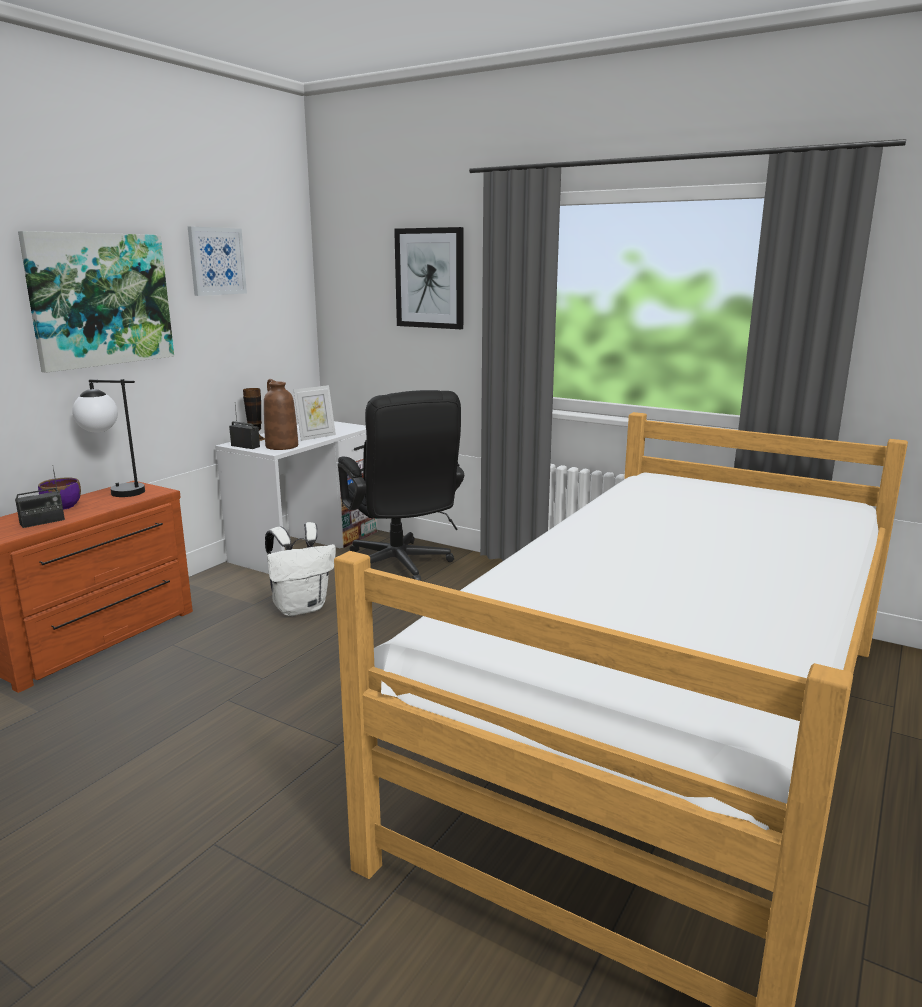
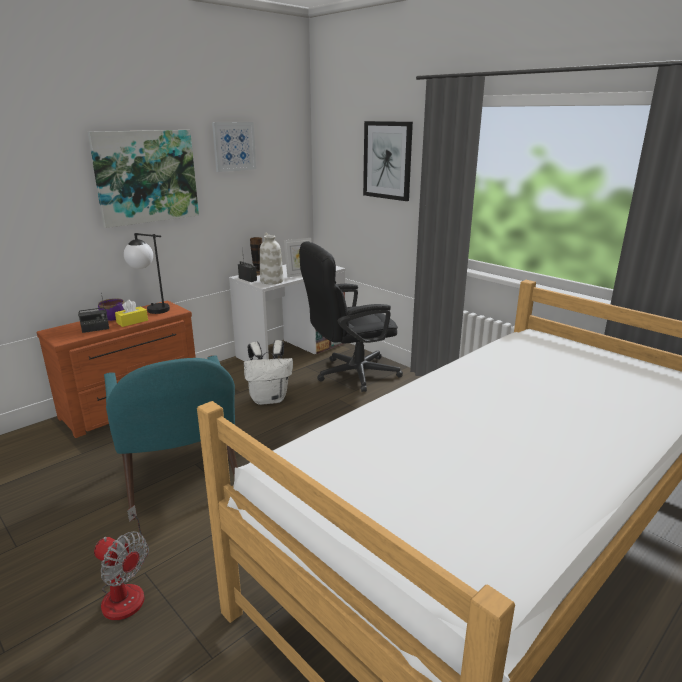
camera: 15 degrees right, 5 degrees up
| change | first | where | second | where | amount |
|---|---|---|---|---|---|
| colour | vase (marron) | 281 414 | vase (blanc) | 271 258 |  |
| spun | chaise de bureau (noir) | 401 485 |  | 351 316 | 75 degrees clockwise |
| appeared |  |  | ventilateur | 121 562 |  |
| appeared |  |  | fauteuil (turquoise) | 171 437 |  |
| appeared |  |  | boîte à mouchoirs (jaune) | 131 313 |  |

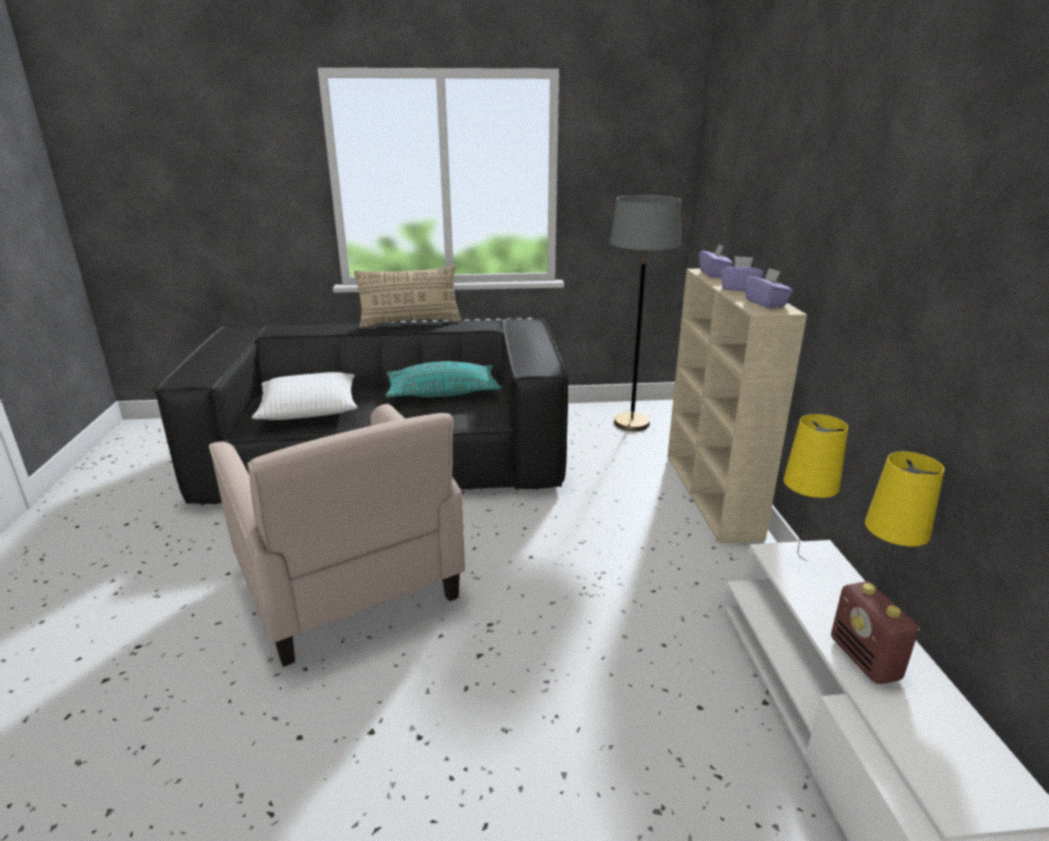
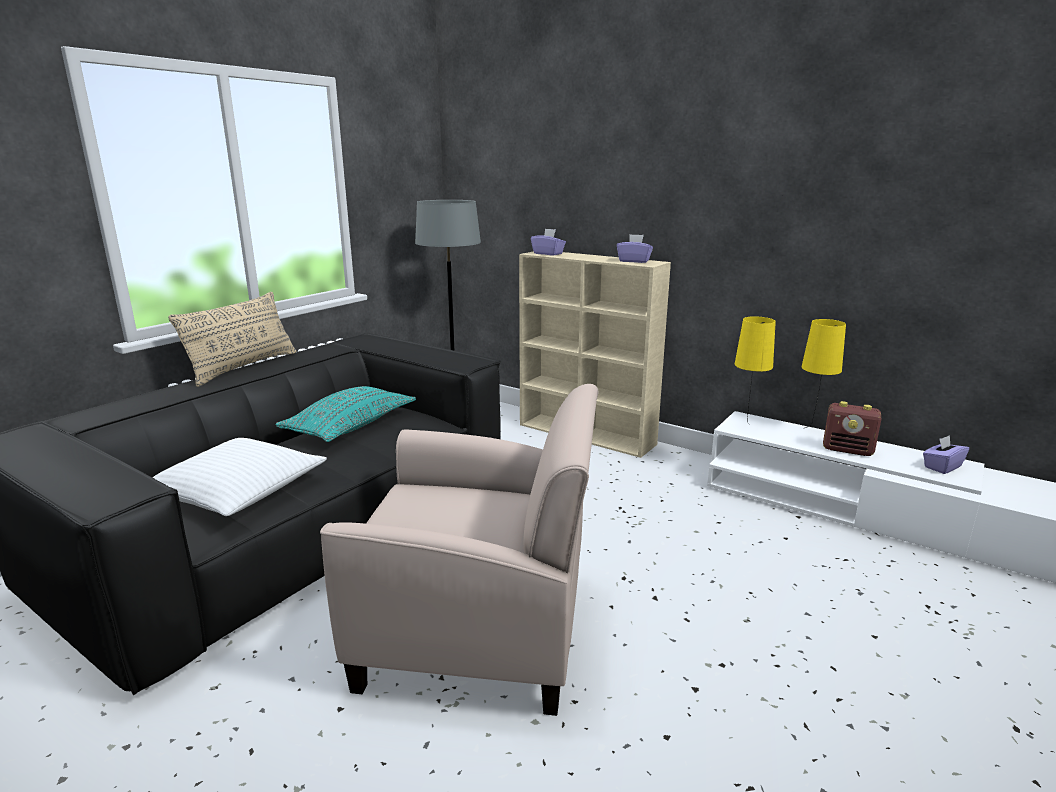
camera: 50 degrees left, 5 degrees down
| change | first | where | second | where | amount |
|---|---|---|---|---|---|
| relocated | boîte à mouchoirs (violet) | 742 273 |  | 946 454 |  |

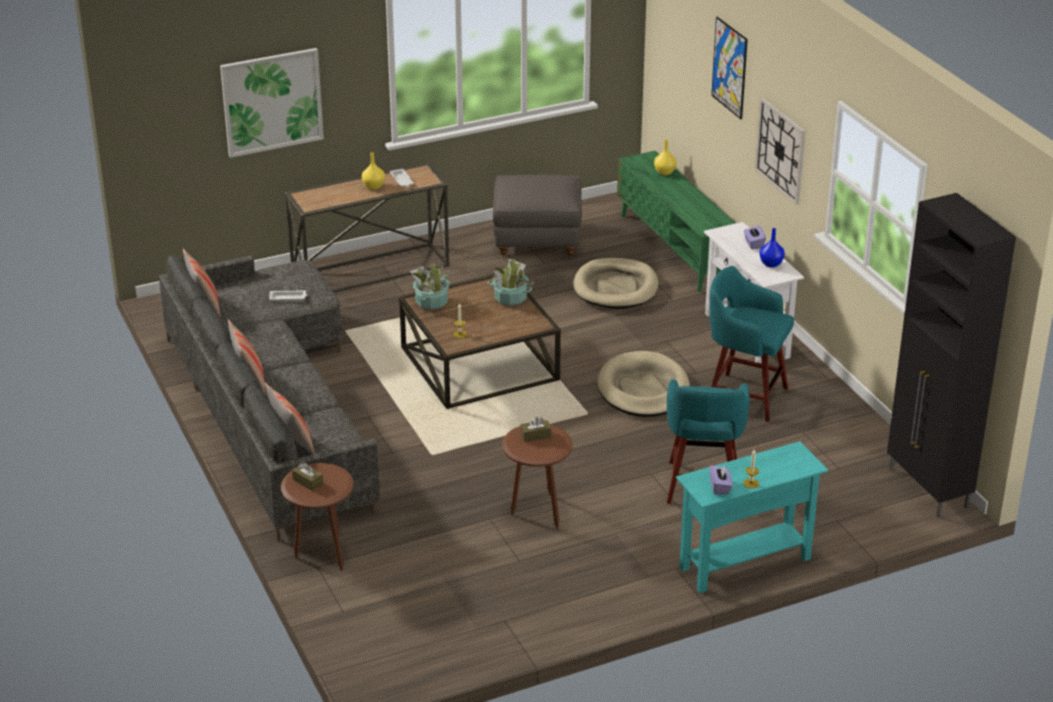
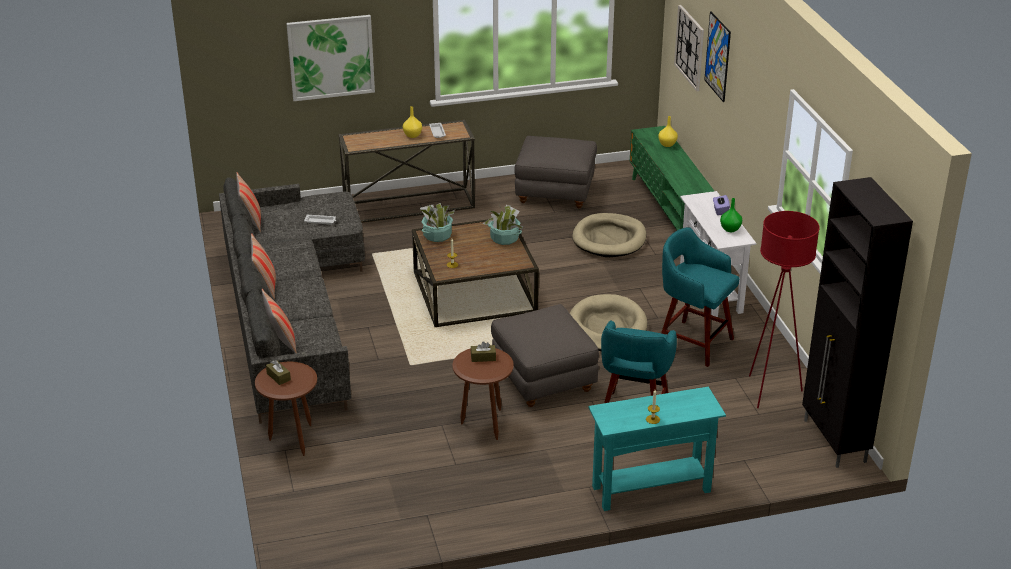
camera: 10 degrees right, 0 degrees up
| change | first | where | second | where | amount |
|---|---|---|---|---|---|
| missing | boîte à mouchoirs (violet) | 721 480 |  |  |  |
| relocated | horloge murale | 780 151 |  | 689 48 |  |
| colour | vase (bleu) | 772 247 | vase (vert) | 731 215 |  |
| appeared |  |  | pouf (gris) | 545 355 |  |
| appeared |  |  | lampadaire (rouge) | 784 309 |  |

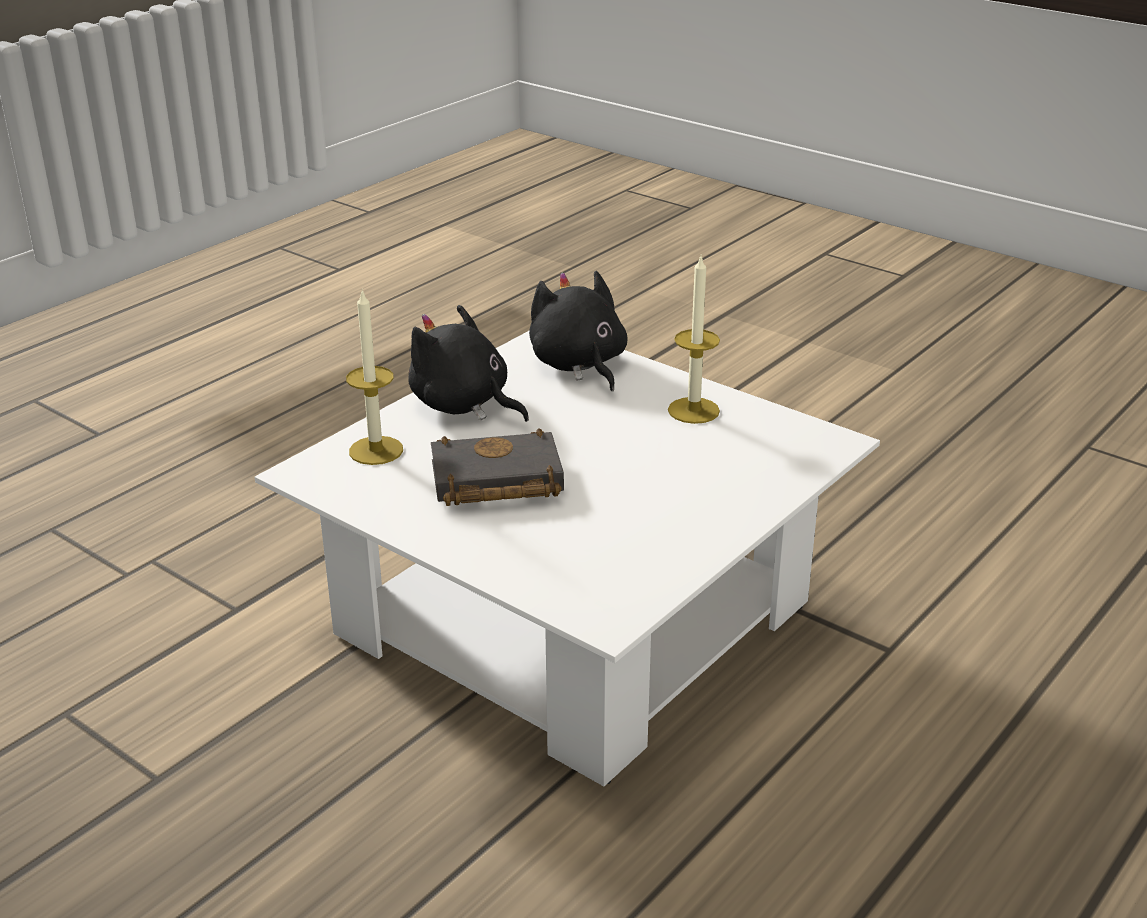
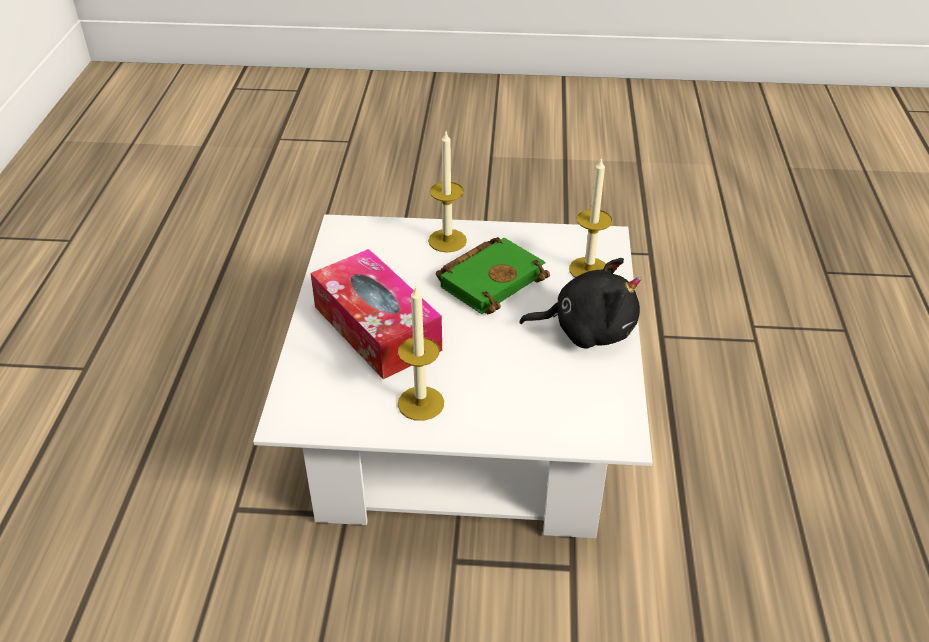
camera: 145 degrees right, 10 degrees up
| change | first | where | second | where | amount |
|---|---|---|---|---|---|
| colour | livre (noir) | 497 467 | livre (vert) | 493 275 |  |
| missing | peluche (noir) | 578 331 |  |  |  |
| appeared |  |  | boîte à mouchoirs | 376 314 |  |
| appeared |  |  | bougie | 447 192 |  |

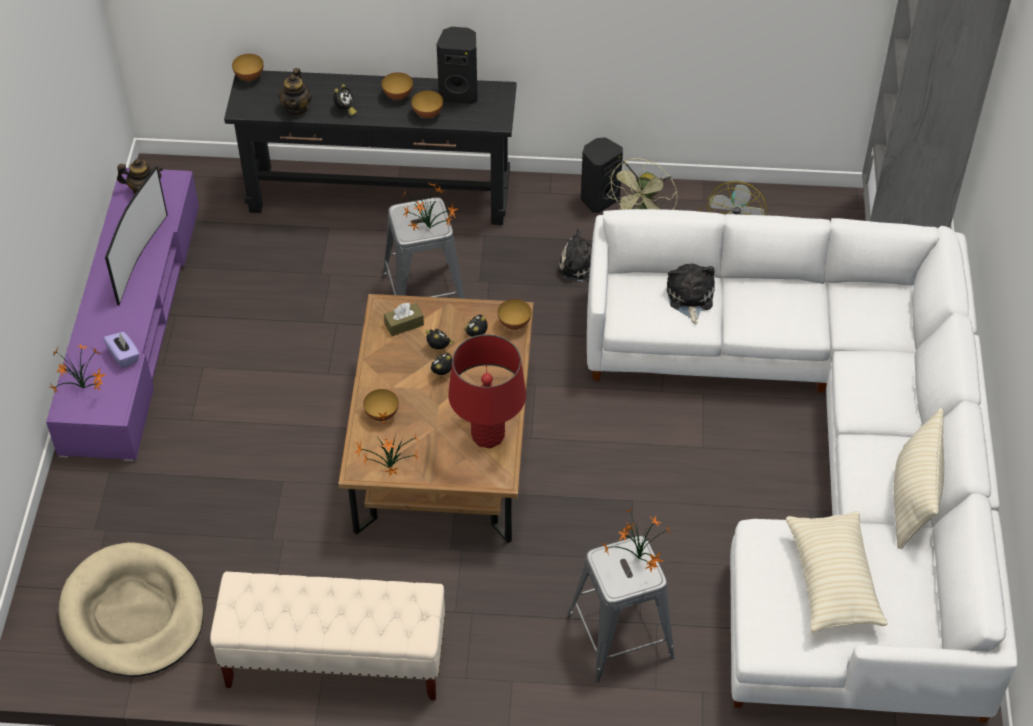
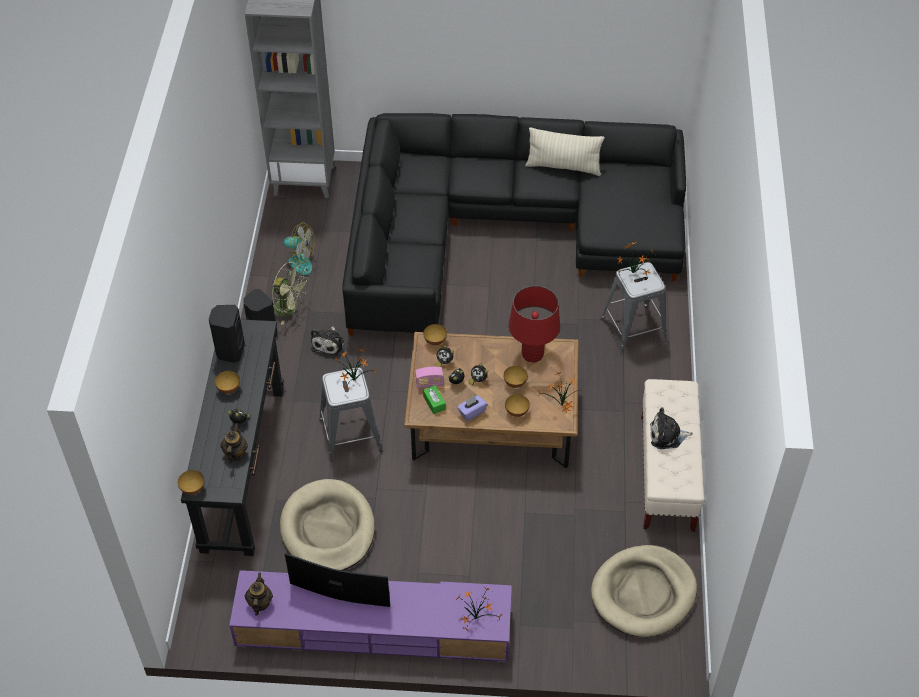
camera: 90 degrees left, 0 degrees up
| change | first | where | second | where | amount |
|---|---|---|---|---|---|
| relocated | boîte à mouchoirs (violet) | 121 350 |  | 472 408 |  |
| spun | théière | 295 92 |  | 234 443 | 90 degrees counterclockwise |
| colour | boîte à mouchoirs (marron) | 404 319 | boîte à mouchoirs (vert) | 434 399 |  |
| relocated | bol | 427 104 |  | 516 377 |  |
| colour | canapé (blanc) | 802 466 | canapé (noir) | 514 224 |  |
| relocated | peluche | 691 293 |  | 671 428 |  |
| missing | coussin (beige) | 837 572 |  |  |  |
| appeared |  |  | panier pour chien (beige) | 327 525 |  |
| appeared |  |  | radio | 429 377 |  |

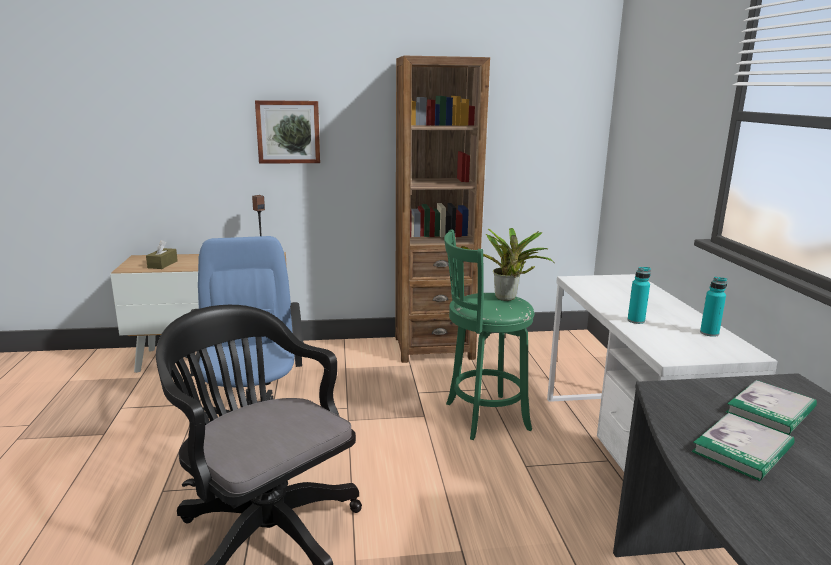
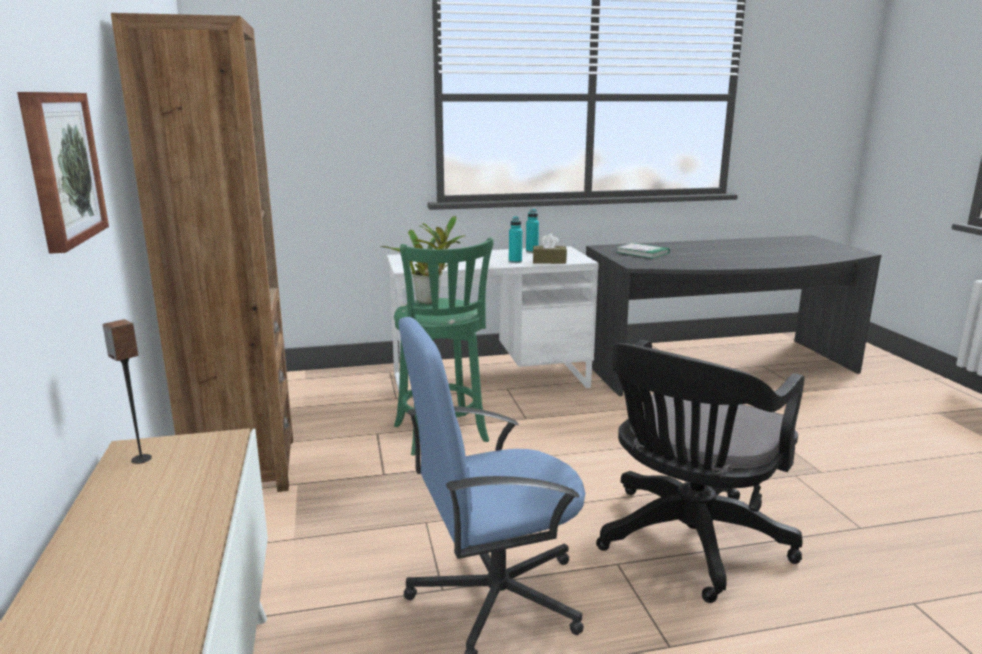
camera: 95 degrees left, 0 degrees up
| change | first | where | second | where | amount |
|---|---|---|---|---|---|
| relocated | boîte à mouchoirs (marron) | 162 254 |  | 550 249 |  |
| missing | livre | 743 447 |  |  |  |

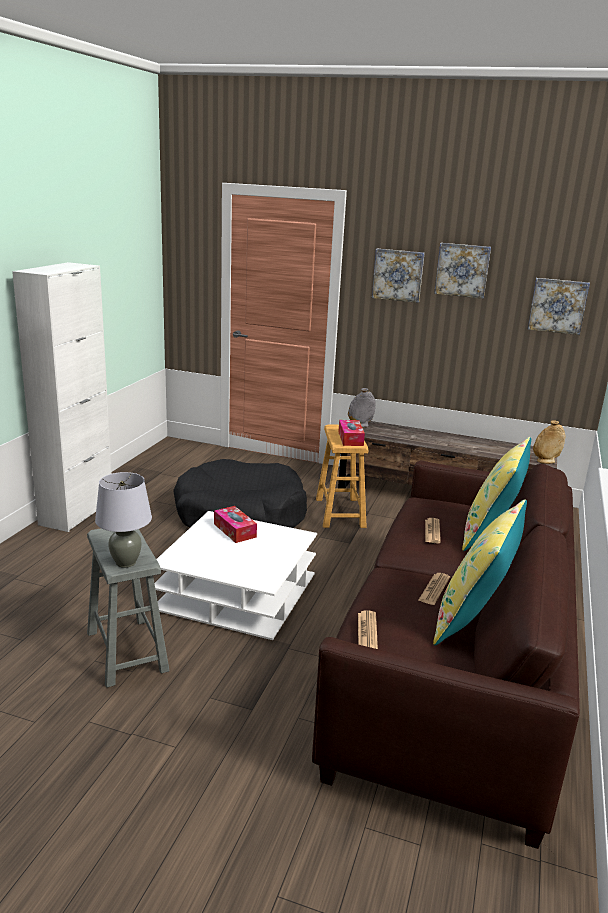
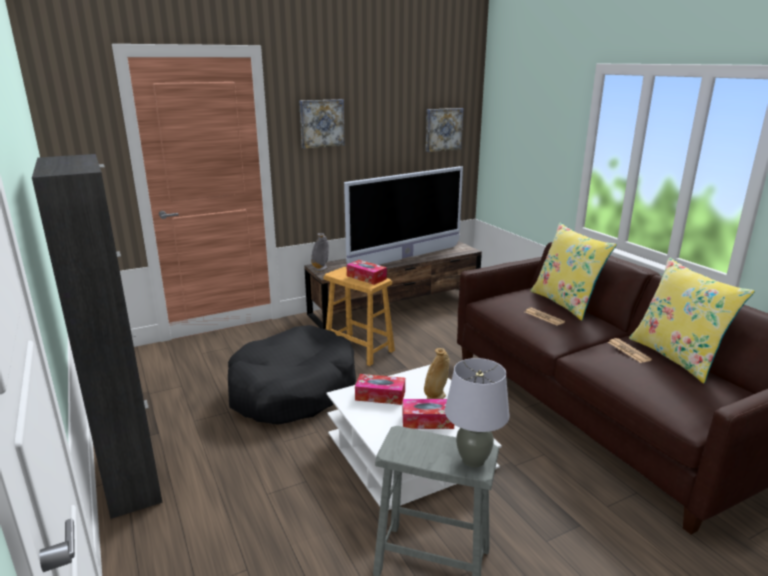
camera: 45 degrees left, 0 degrees up
| change | first | where | second | where | amount |
|---|---|---|---|---|---|
| colour | meuble de rangement (blanc) | 62 397 | meuble de rangement (noir) | 97 336 |  |
| missing | journal | 368 629 |  |  |  |
| missing | tableau | 462 271 |  |  |  |
| relocated | vase (beige) | 549 442 |  | 436 373 |  |
| appeared |  |  | téléviseur | 403 215 |  |
| appeared |  |  | boîte à mouchoirs | 428 414 |  |

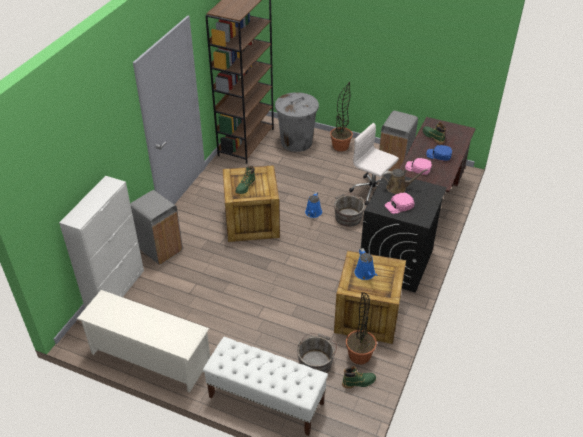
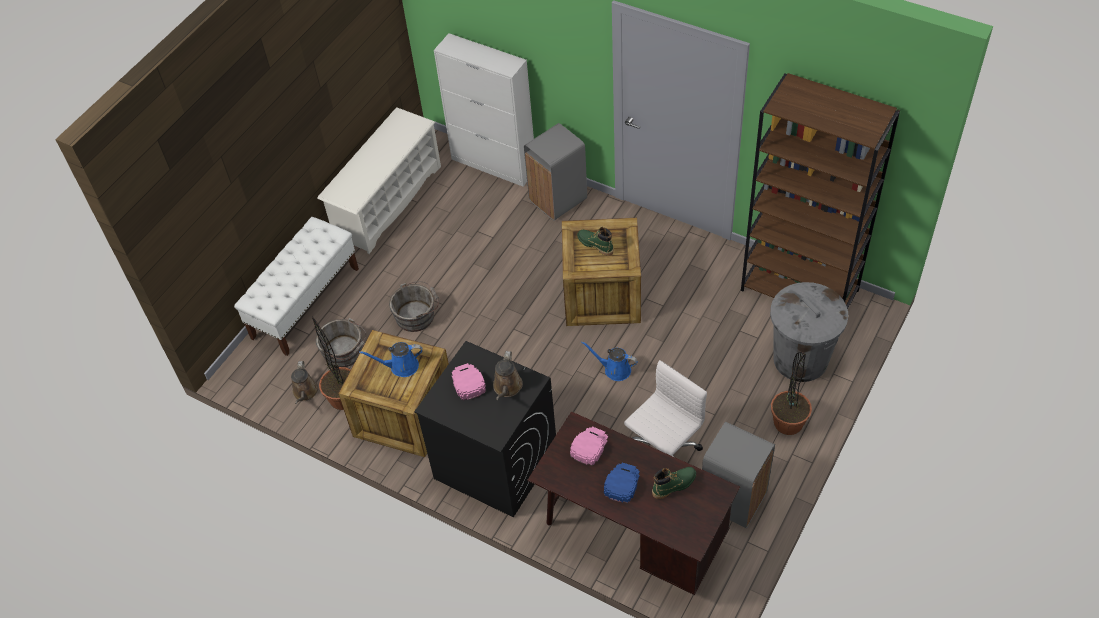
camera: 100 degrees right, 10 degrees up
| change | first | where | second | where | amount |
|---|---|---|---|---|---|
| relocated | seau (gris) | 348 210 |  | 414 306 |  |
| exchanged | botte (vert) | 359 377 | arrosoir (marron) | 305 382 |  |

